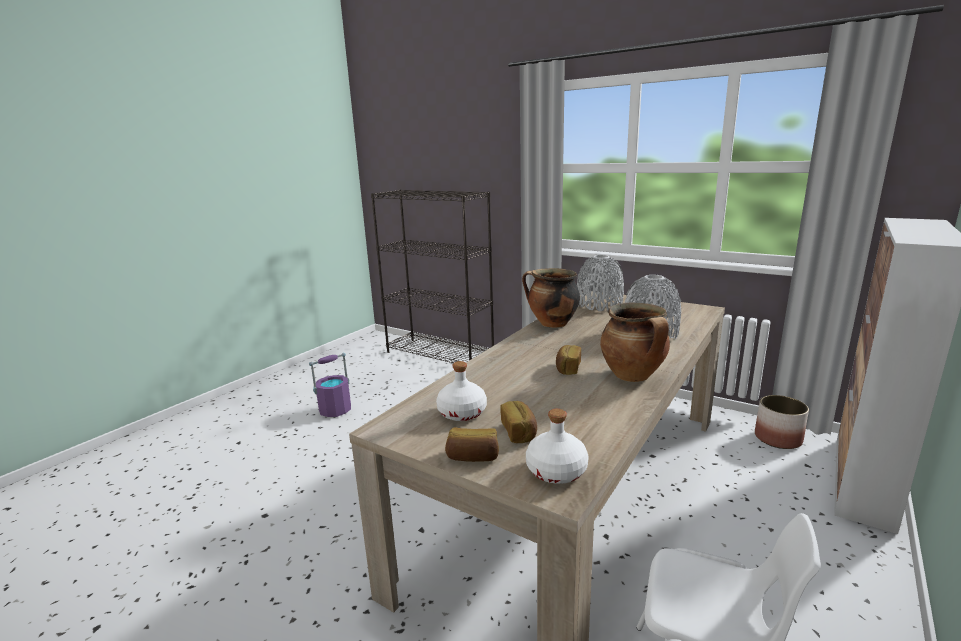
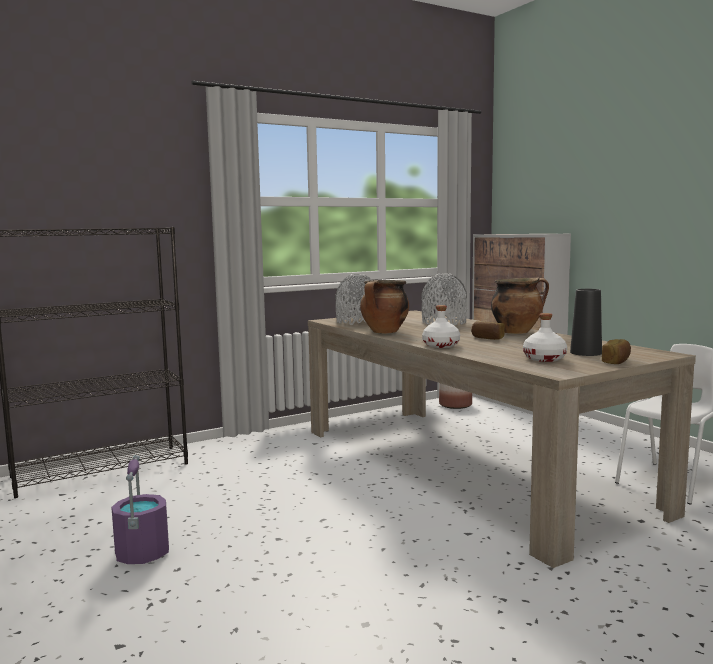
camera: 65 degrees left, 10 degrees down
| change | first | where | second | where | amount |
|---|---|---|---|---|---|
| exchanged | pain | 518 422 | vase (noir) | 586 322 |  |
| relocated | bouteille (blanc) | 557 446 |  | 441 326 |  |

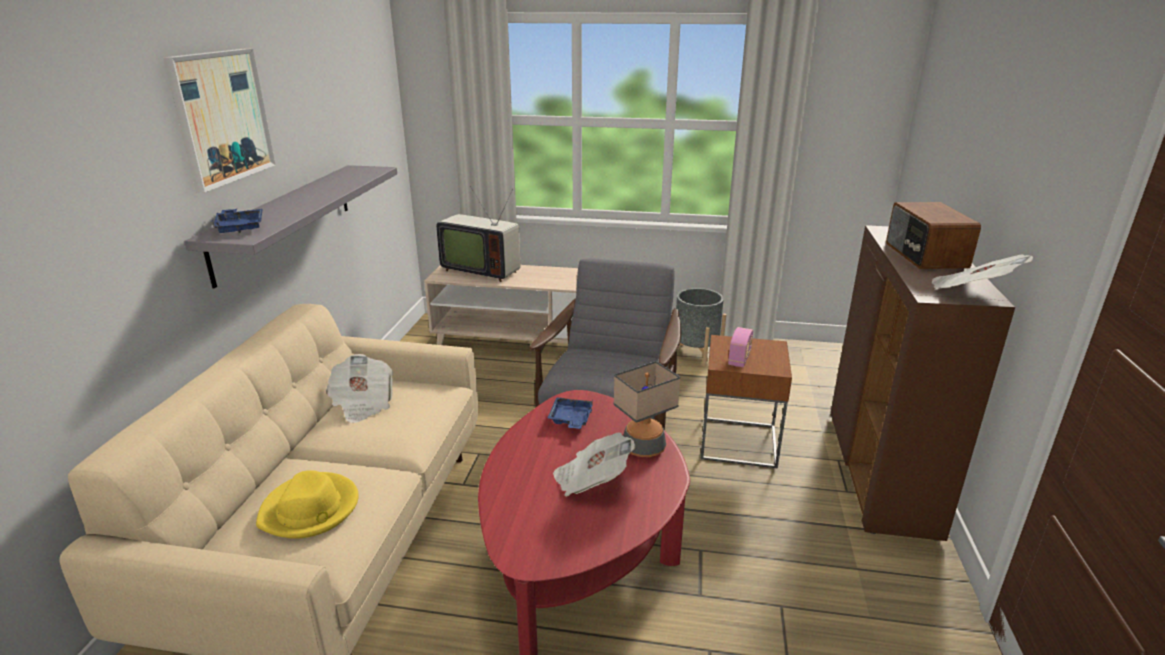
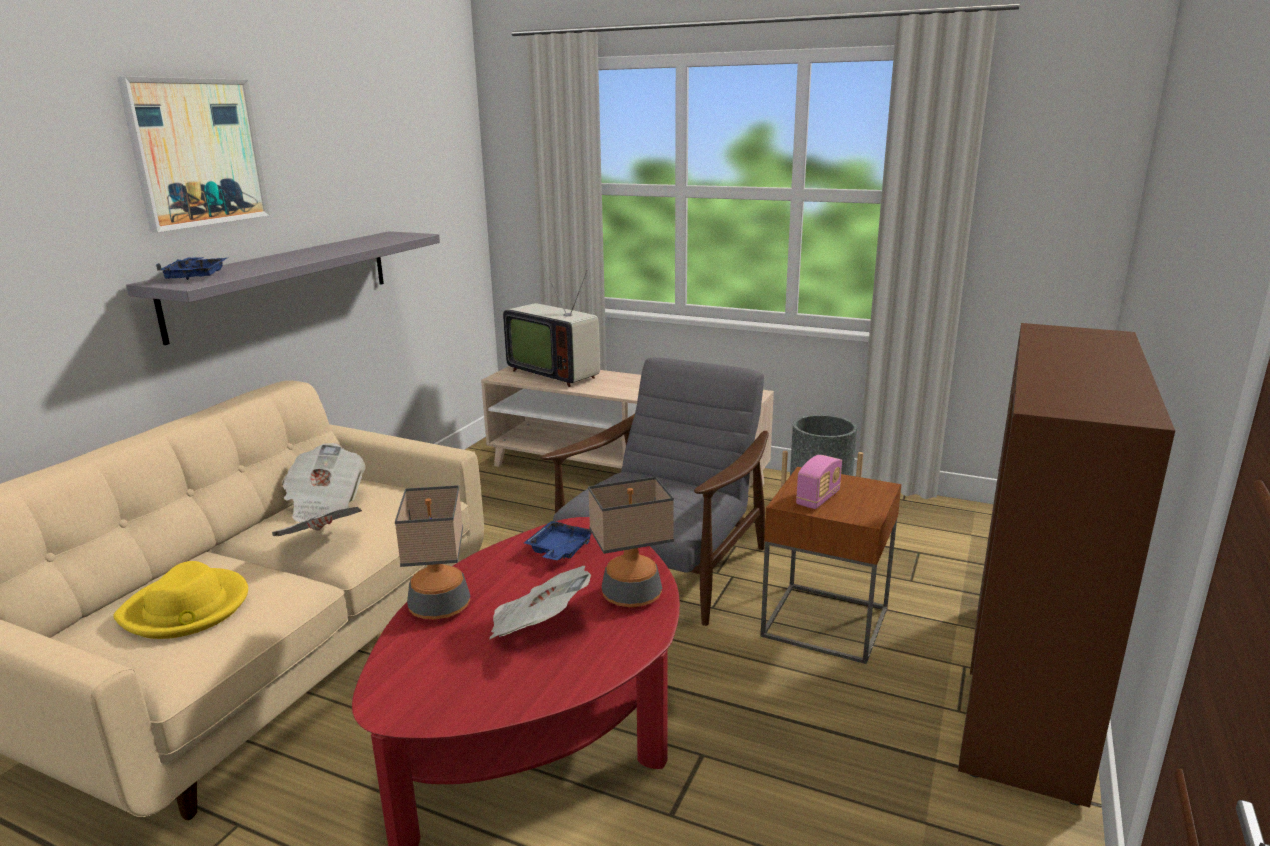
camera: 15 degrees right, 5 degrees down
| change | first | where | second | where | amount |
|---|---|---|---|---|---|
| missing | radio | 933 235 |  |  |  |
| relocated | journal | 982 272 |  | 317 522 |  |
| appeared |  |  | lampe de table | 433 552 |  |

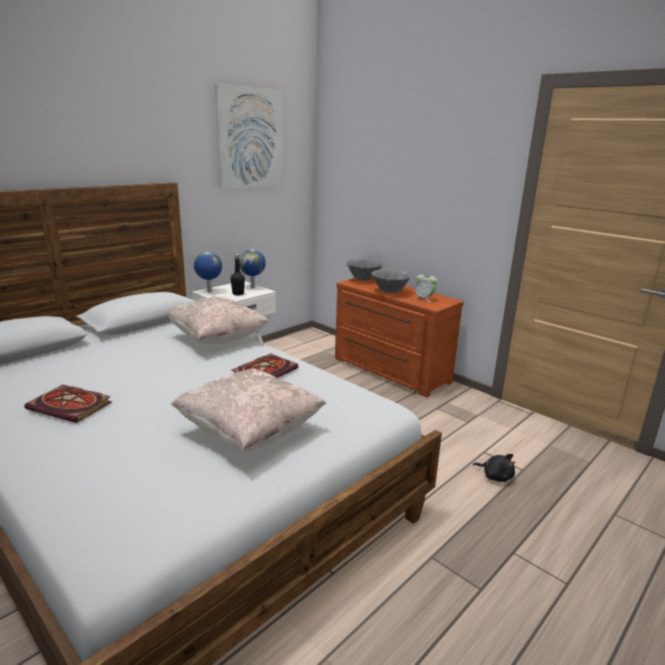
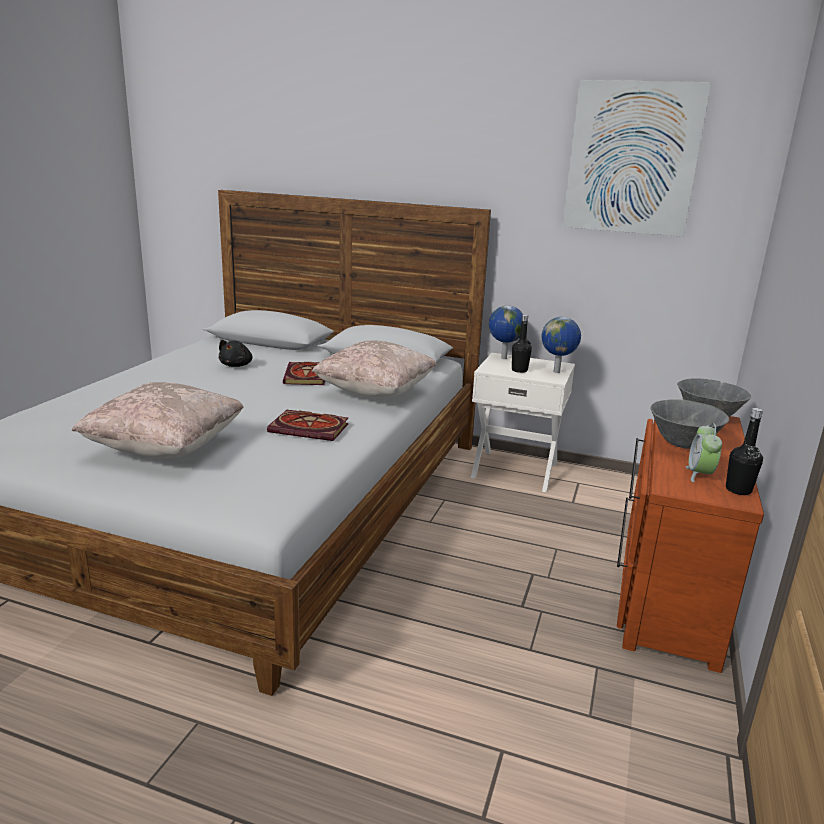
camera: 65 degrees right, 0 degrees up
| change | first | where | second | where | amount |
|---|---|---|---|---|---|
| relocated | livre | 67 404 |  | 304 373 |  |
| relocated | peluche (noir) | 494 468 |  | 236 353 |  |
| appeared |  |  | bouteille (noir) | 744 451 |  |

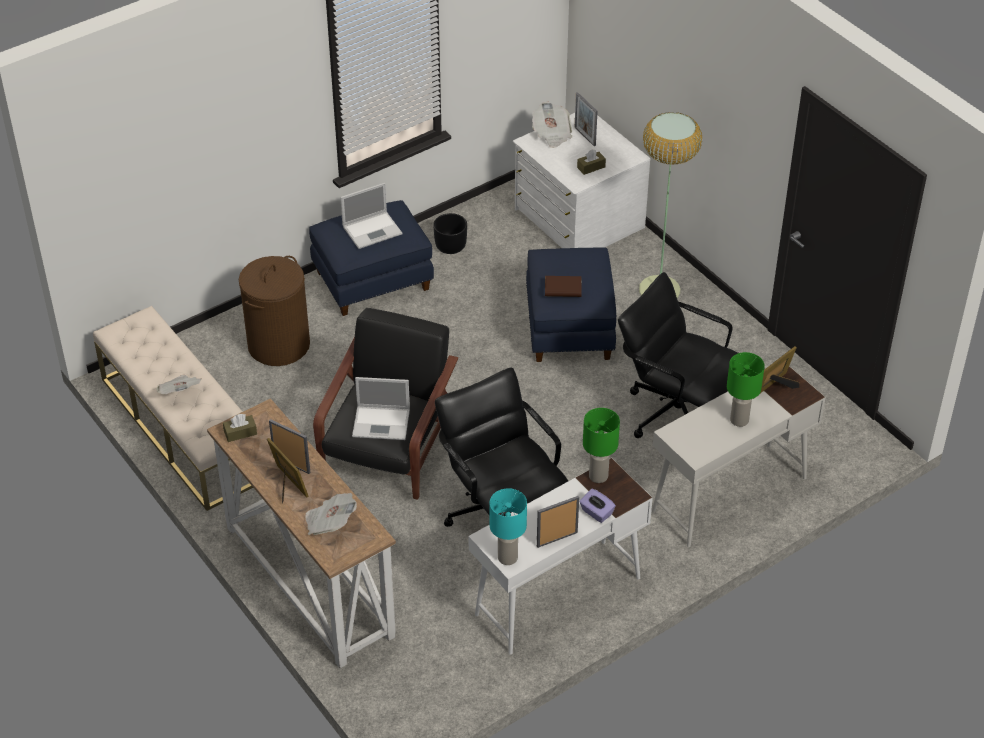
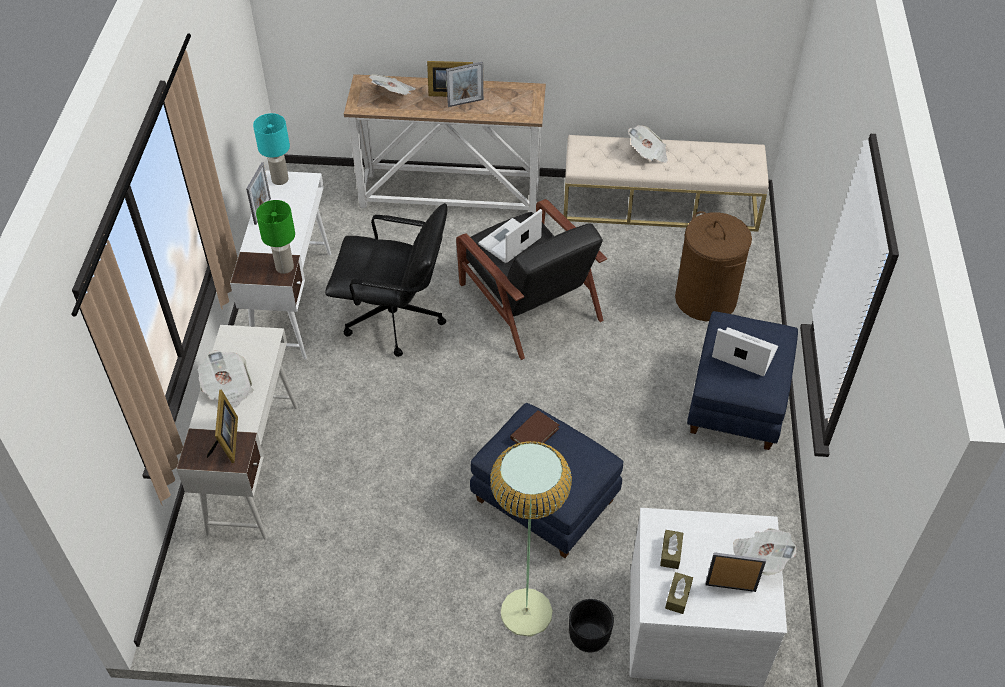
camera: 130 degrees right, 5 degrees up
| change | first | where | second | where | amount |
|---|---|---|---|---|---|
| relocated | boîte à mouchoirs (marron) | 240 428 |  | 679 593 |  |
| spun | ordinateur portable | 371 216 |  | 745 352 | 105 degrees clockwise |
| relocated | cache-pot (noir) | 450 233 |  | 591 625 |  |
| missing | boîte à mouchoirs (violet) | 597 506 |  |  |  |
| missing | chaise de bureau (noir) | 678 355 |  |  |  |
| exchanged | lampe de table (vert) | 746 389 | journal | 226 379 |  |

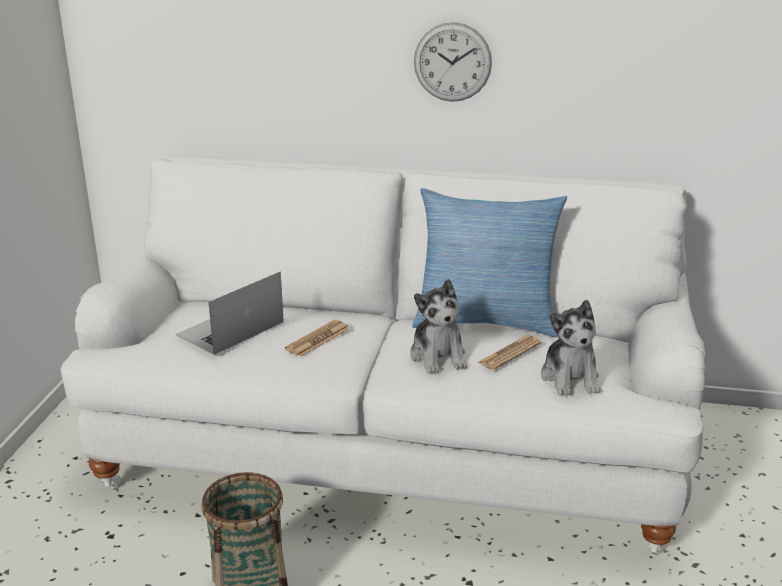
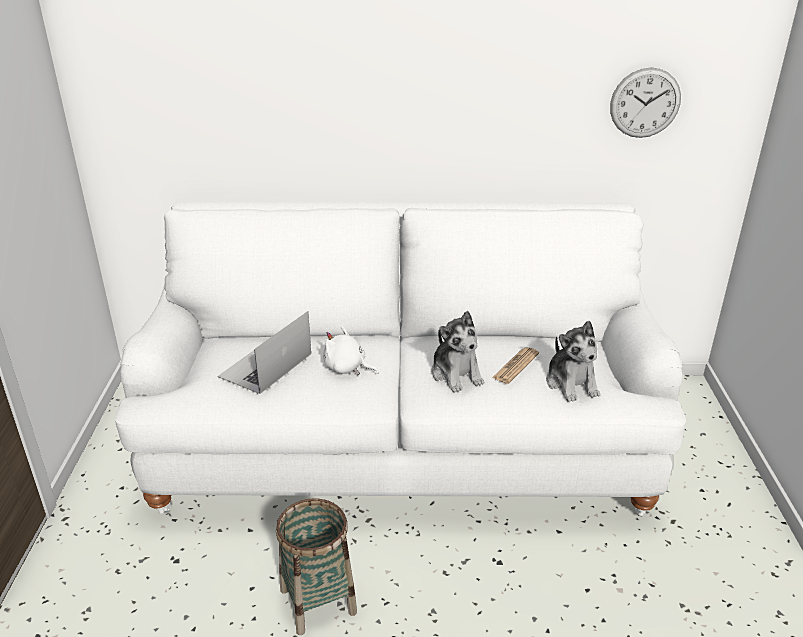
camera: 10 degrees left, 5 degrees up
| change | first | where | second | where | amount |
|---|---|---|---|---|---|
| exchanged | journal | 317 338 | peluche (blanc) | 351 350 |  |
| missing | coussin | 489 262 |  |  |  |
| relocated | horloge murale | 453 62 |  | 645 103 |  |

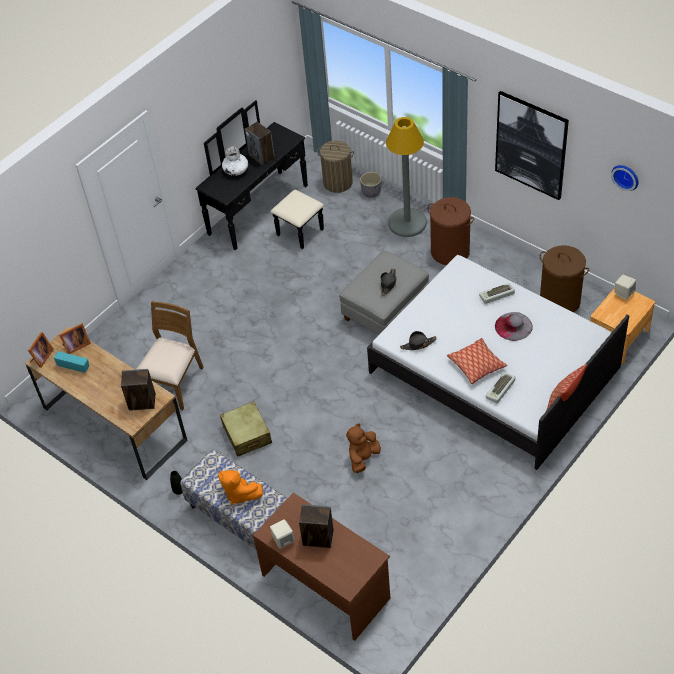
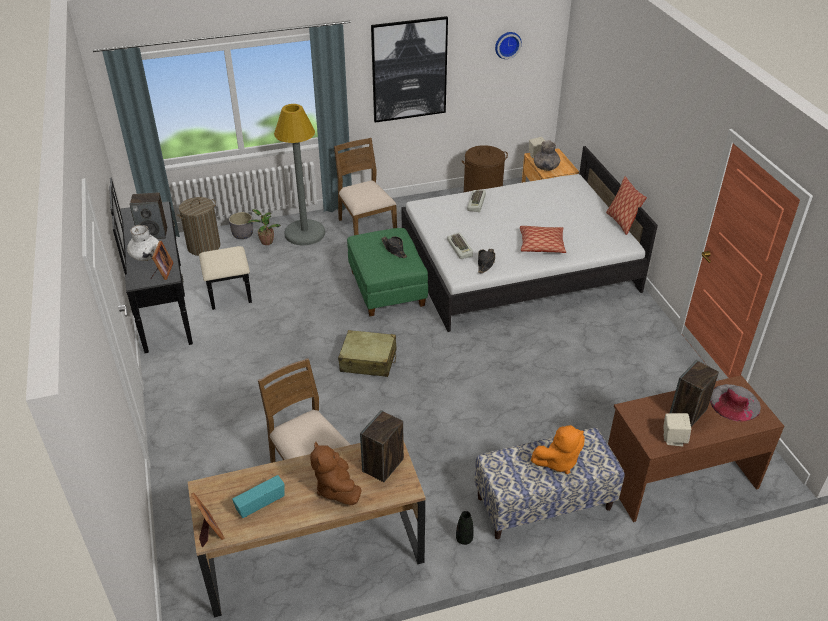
camera: 60 degrees left, 10 degrees down
| change | first | where | second | where | amount |
|---|---|---|---|---|---|
| relocated | cadre photo | 75 338 |  | 162 260 |  |
| relocated | valise (beige) | 246 429 |  | 367 353 |  |
| colour | pouf (gris) | 384 293 | pouf (vert) | 387 272 |  |
| relocated | peluche (marron) | 363 448 |  | 336 473 |  |
| exchanged | panier à linge (marron) | 450 231 | chaise (marron) | 365 186 |  |
| relocated | clavier | 500 387 |  | 460 245 |  |
| relocated | chapeau (gris) | 514 326 |  | 735 402 |  |
| appeared |  |  | plante en pot | 264 227 |  |
| appeared |  |  | vase (gris) | 547 155 |  |

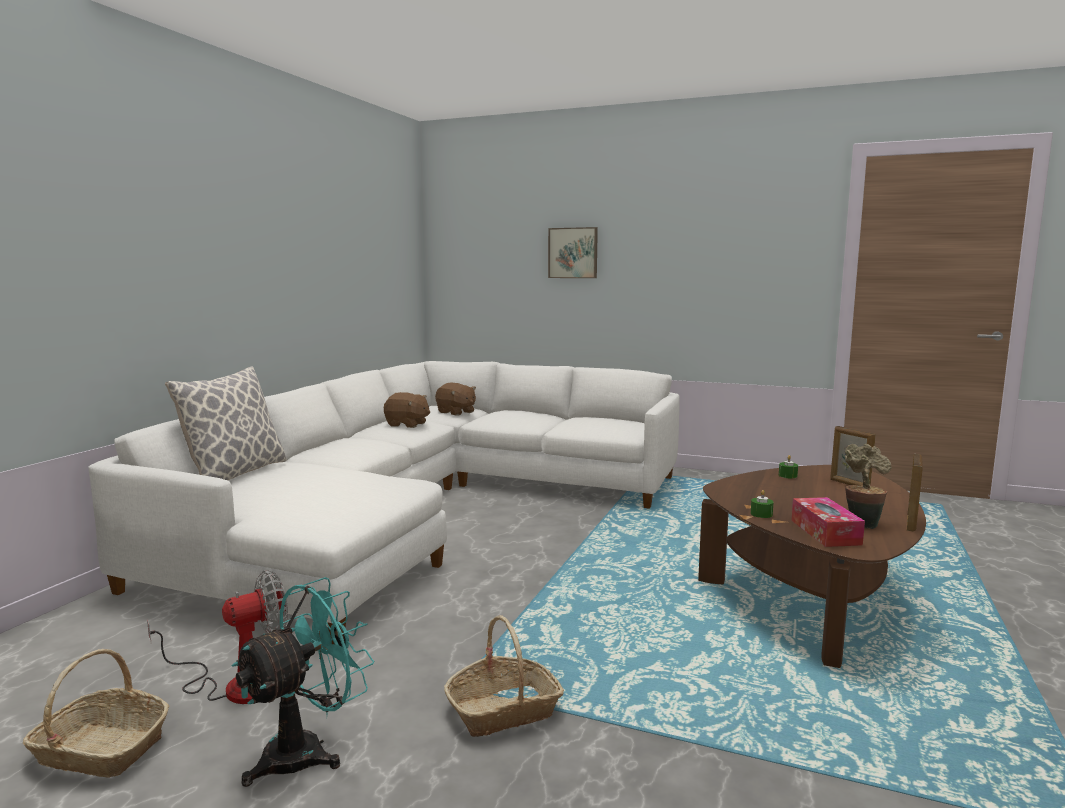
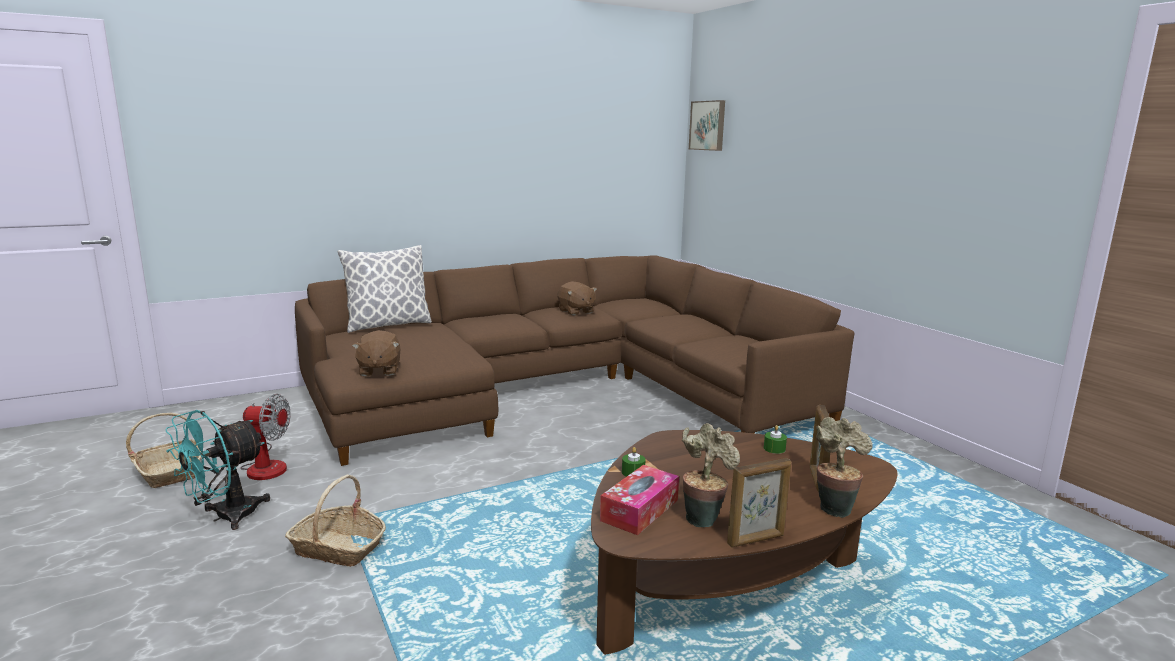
camera: 40 degrees right, 5 degrees up
| change | first | where | second | where | amount |
|---|---|---|---|---|---|
| colour | canapé (blanc) | 384 502 | canapé (marron) | 575 360 |  |
| spun | ventilateur (turquoise) | 303 682 |  | 217 470 | 135 degrees clockwise |
| relocated | peluche (marron) | 455 399 |  | 376 353 |  |
| relocated | tableau | 573 252 |  | 707 125 |  |
| appeared |  |  | plante en pot | 844 467 |  |

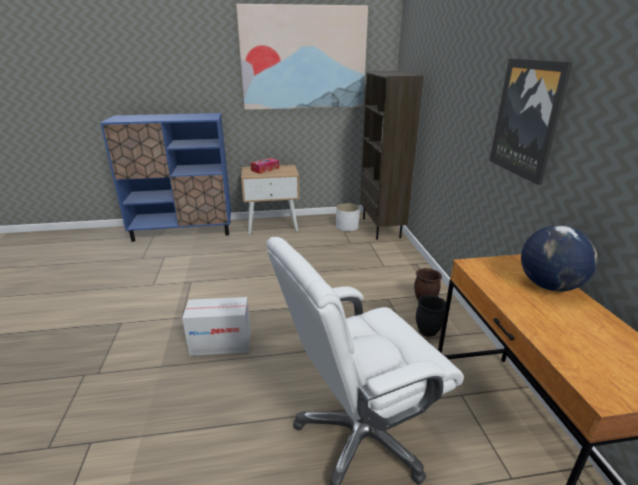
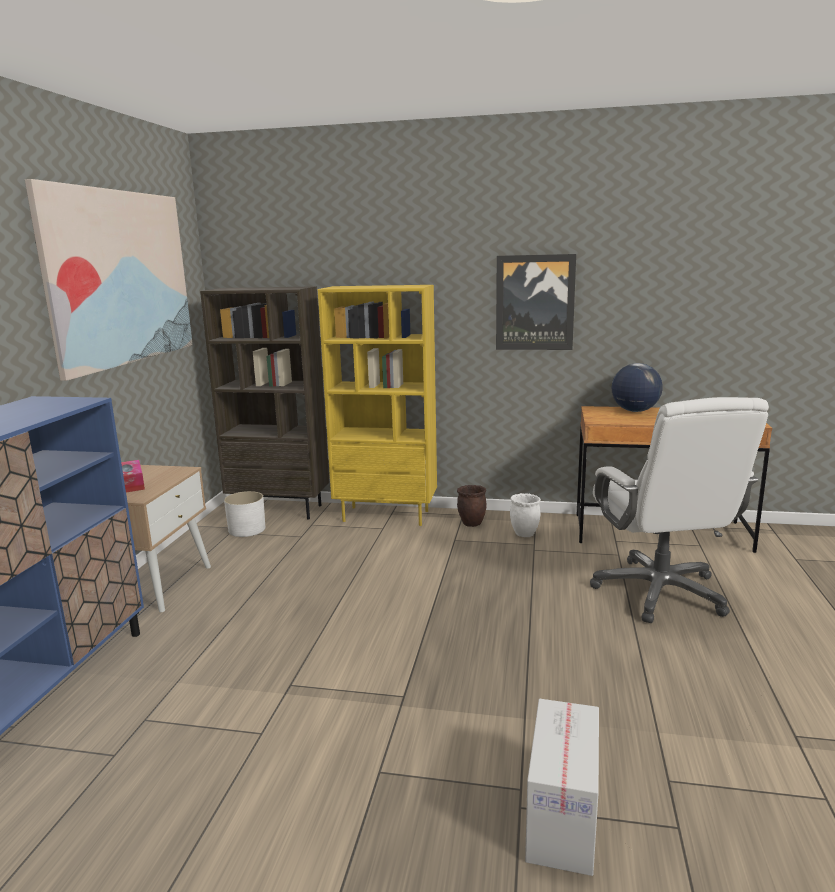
camera: 70 degrees left, 10 degrees down
| change | first | where | second | where | amount |
|---|---|---|---|---|---|
| relocated | carton | 216 326 |  | 562 787 |  |
| colour | cache-pot (noir) | 431 316 | cache-pot (blanc) | 525 515 |  |
| appeared |  |  | bibliothèque (jaune) | 377 405 |  |

